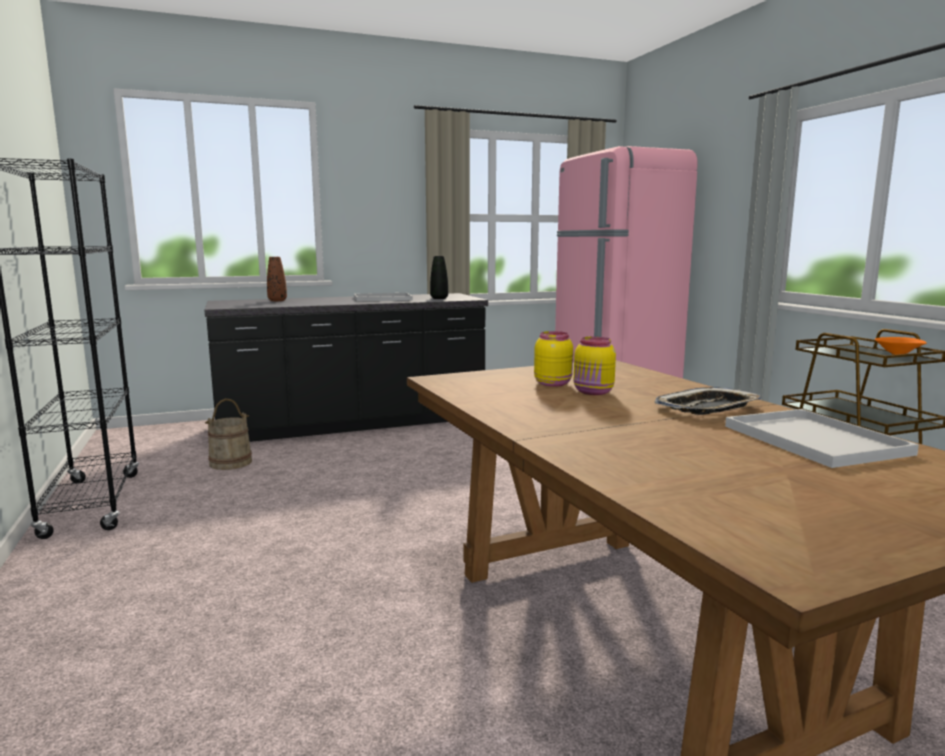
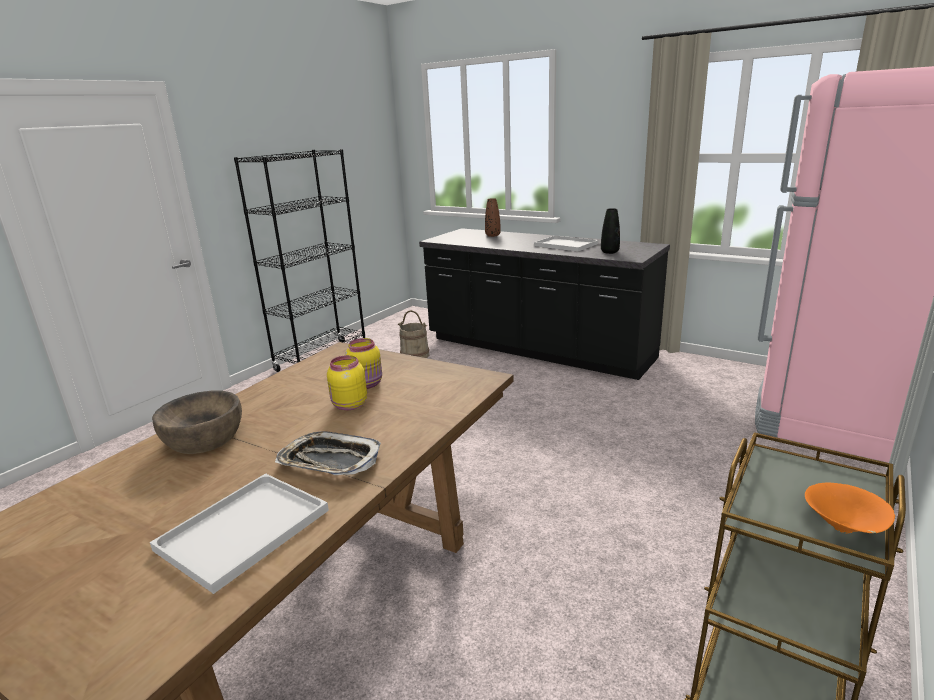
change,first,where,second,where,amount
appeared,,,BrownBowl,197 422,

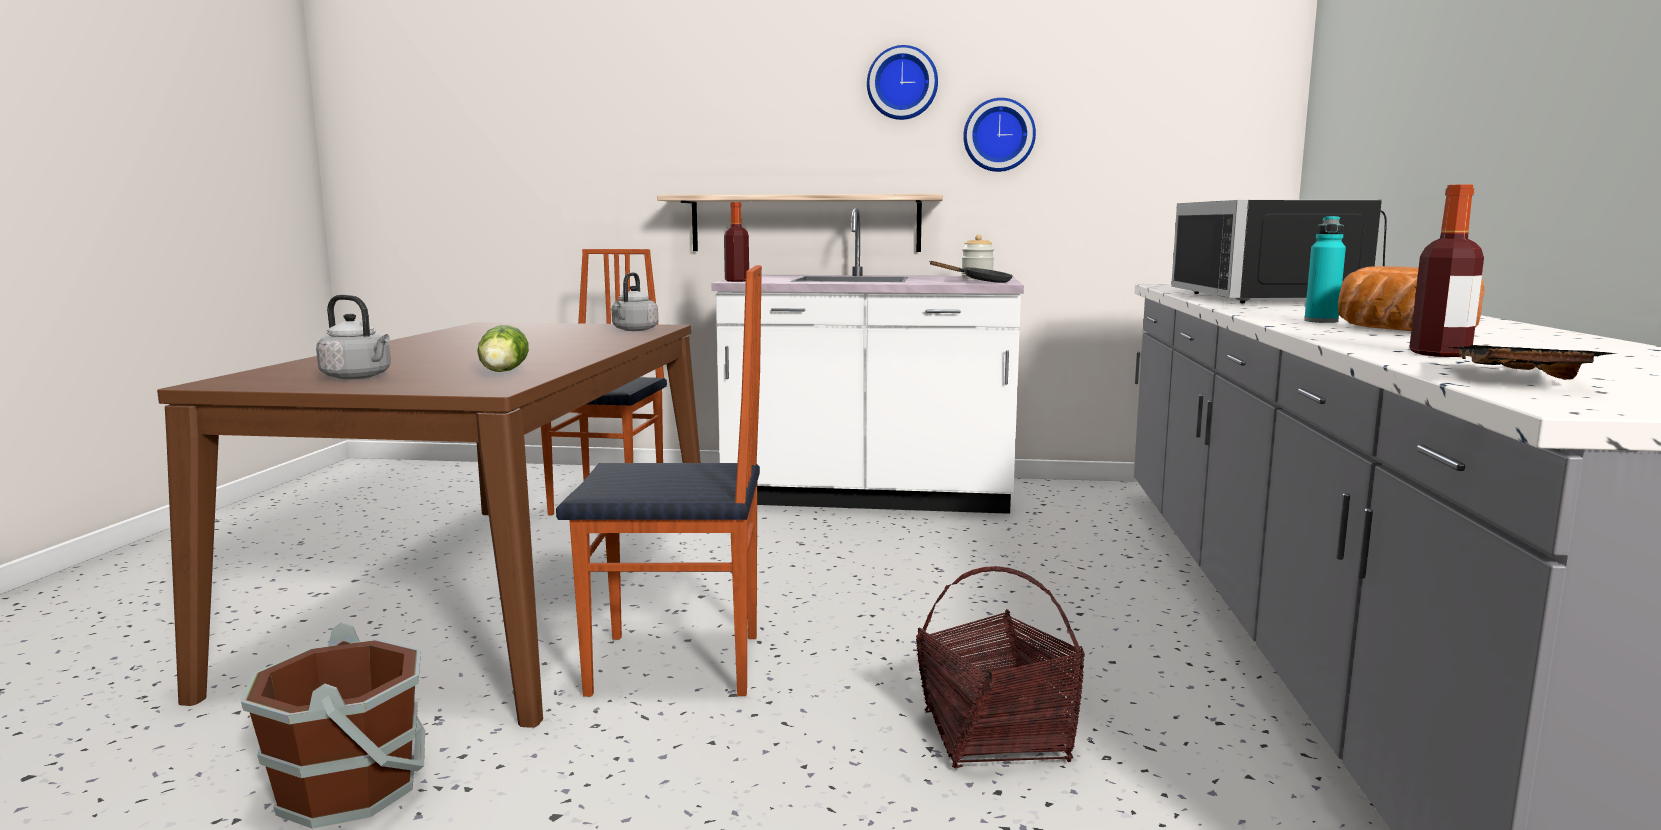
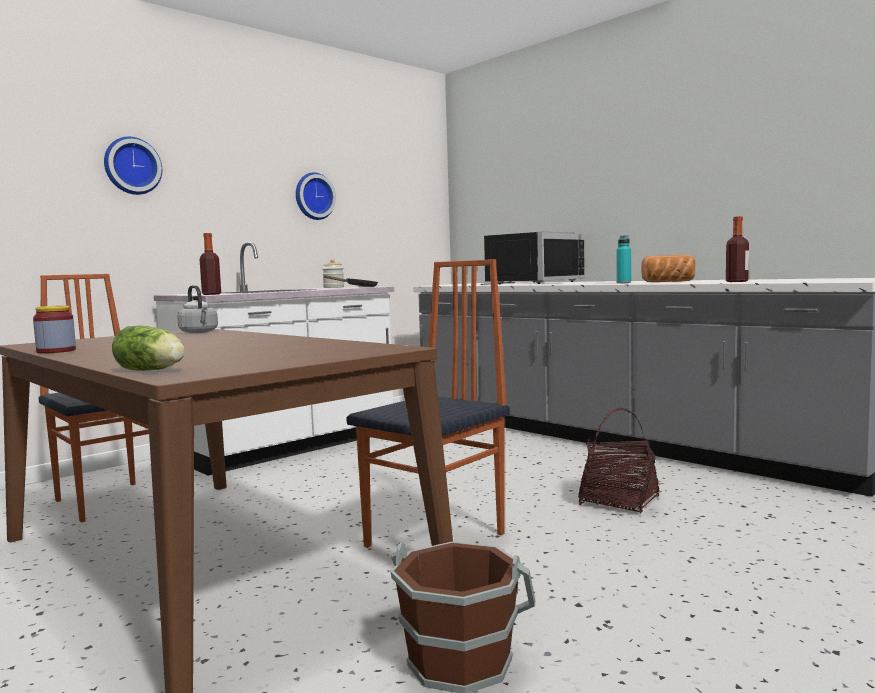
change,first,where,second,where,amount
appeared,,,Jar,54 329,
relocated,WallClock,902 82,,133 166,
relocated,Lettuce,503 348,,148 348,
spun,BlackMicrowave,1279 251,,533 258,90 degrees counterclockwise
missing,GreyKettle,353 337,,,
missing,Shelf,800 223,,,
missing,BlackTray,1531 362,,,

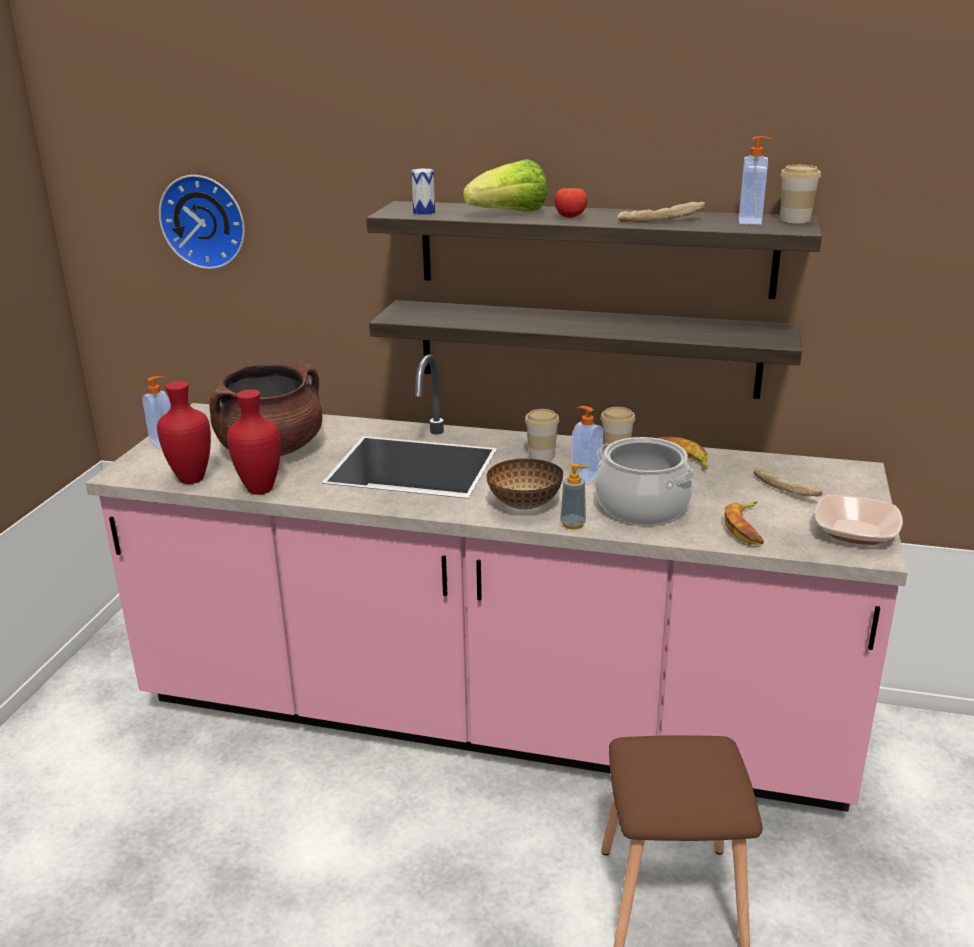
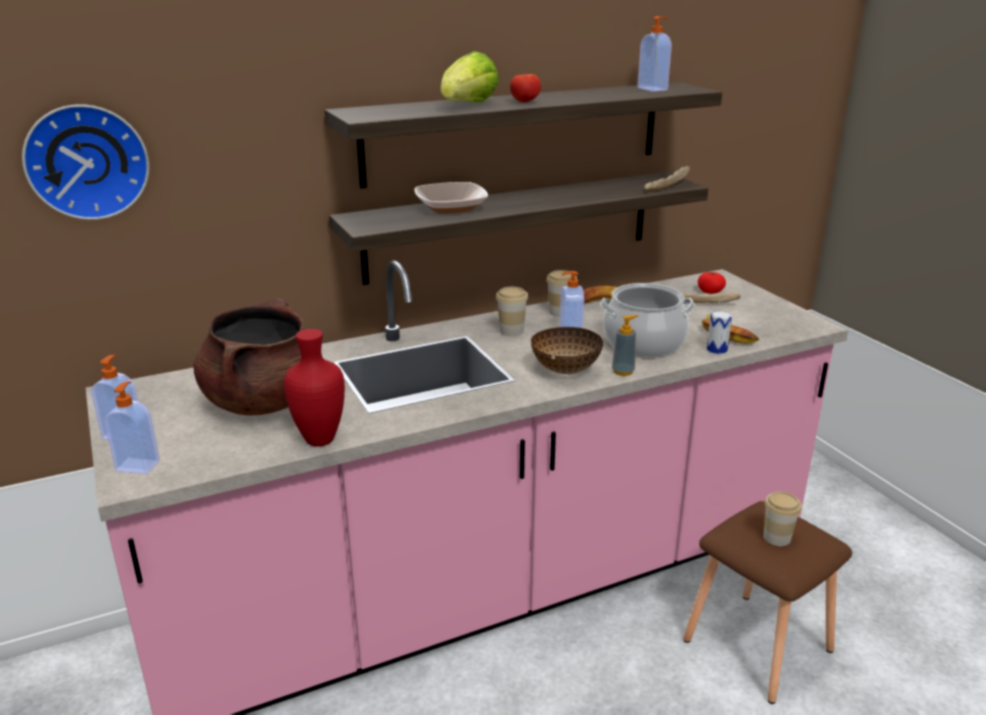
change,first,where,second,where,amount
appeared,,,SoapDispenser,132 428,
relocated,Bowl,859 520,,451 198,
relocated,Bread,661 212,,667 178,
appeared,,,Tomato,712 283,
relocated,Can,423 191,,719 332,
relocated,Cup,800 194,,783 519,
missing,RedVase,184 432,,,

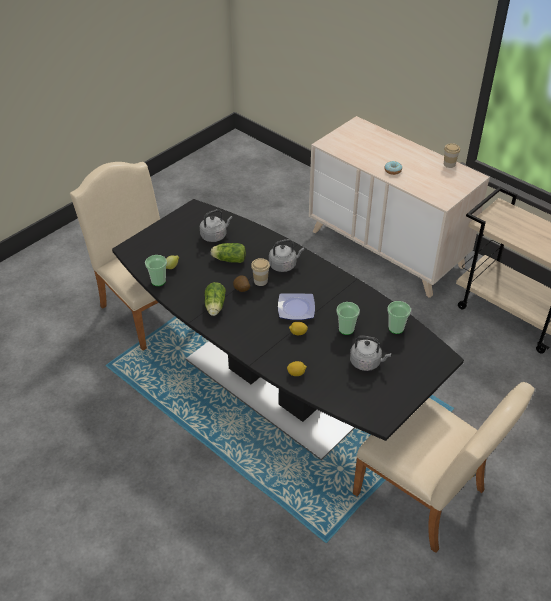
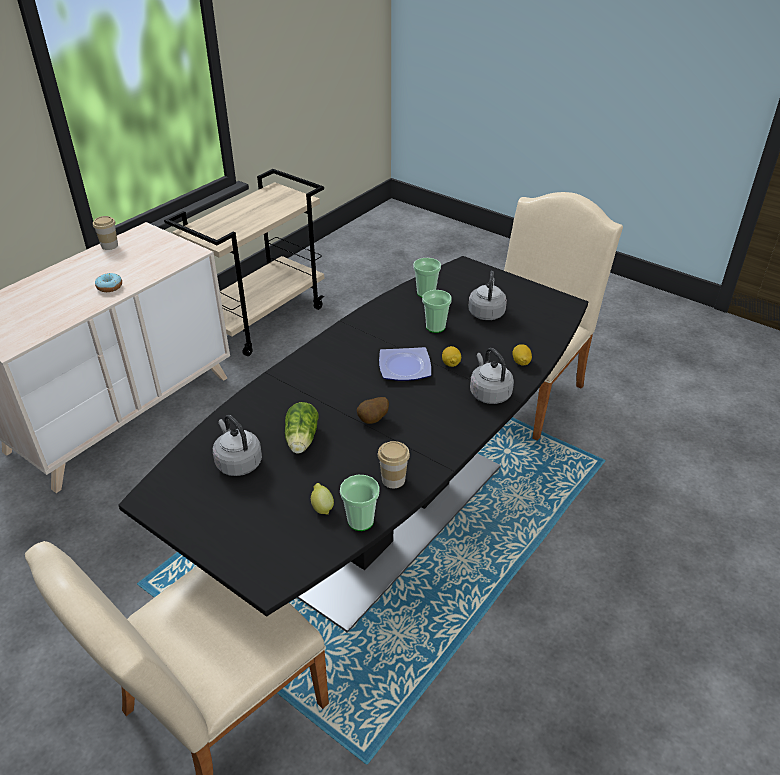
change,first,where,second,where,amount
relocated,Cup,260 272,,394 464,
relocated,GreyKettle,286 255,,492 376,
missing,Lettuce,215 299,,,

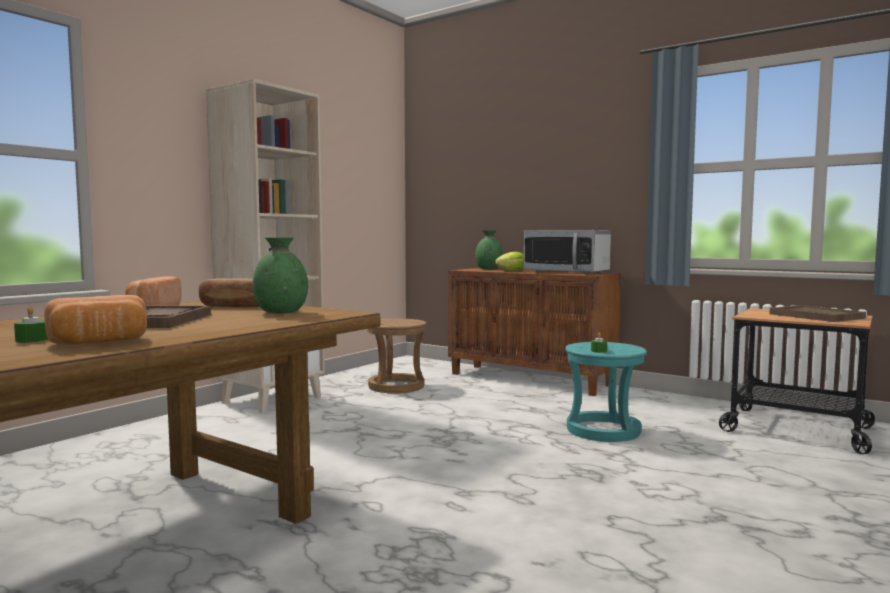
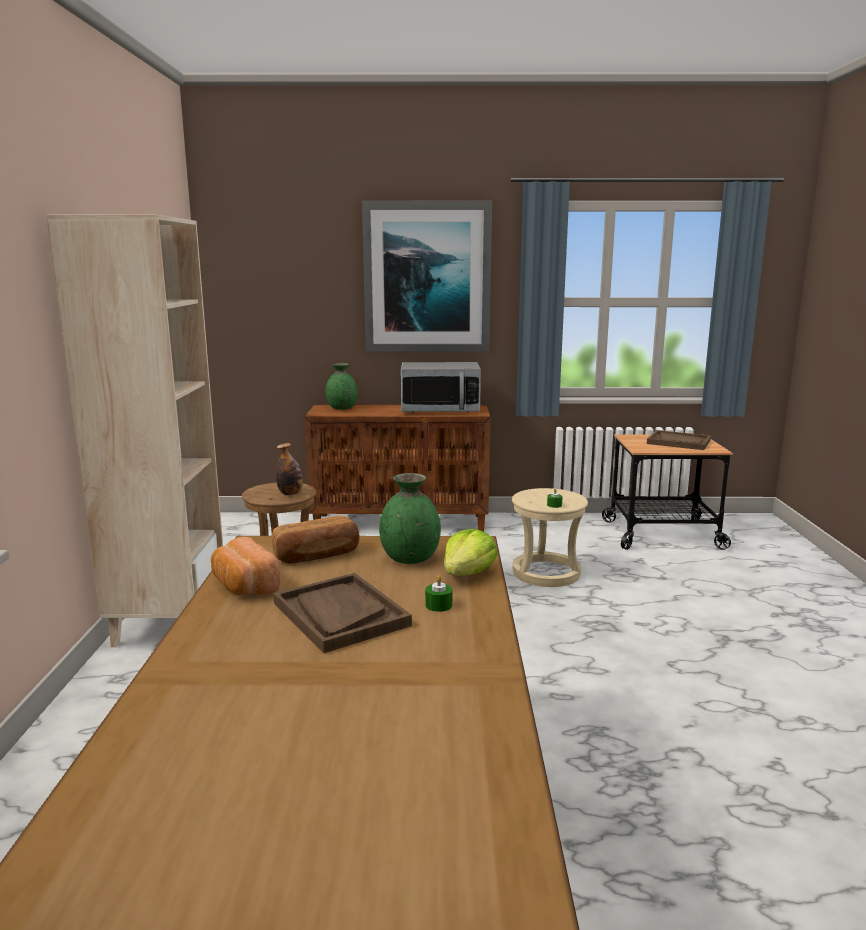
change,first,where,second,where,amount
appeared,,,Bottle,289 469,
appeared,,,Picture,427 276,
relocated,GreenCandle,31 325,,438 593,
relocated,Lettuce,509 261,,470 552,
colour,TurquoiseStool,606 392,BeigeStool,550 537,
missing,Bread,95 320,,,

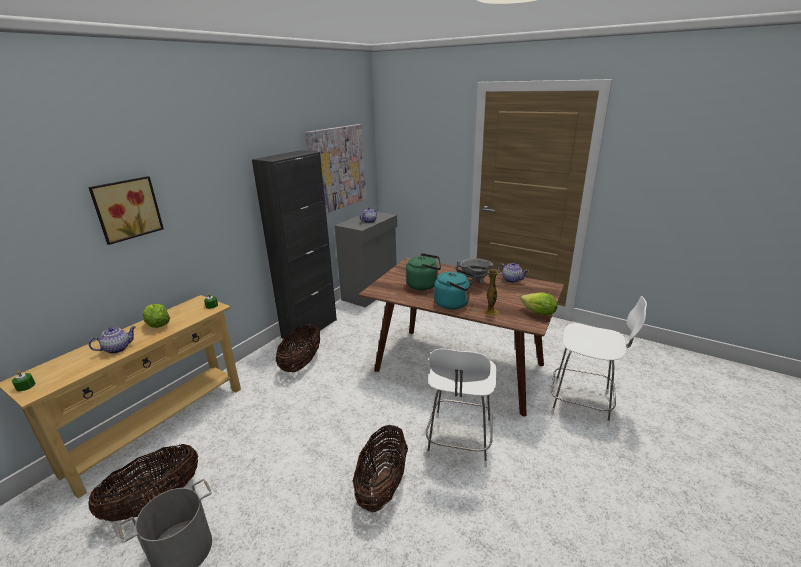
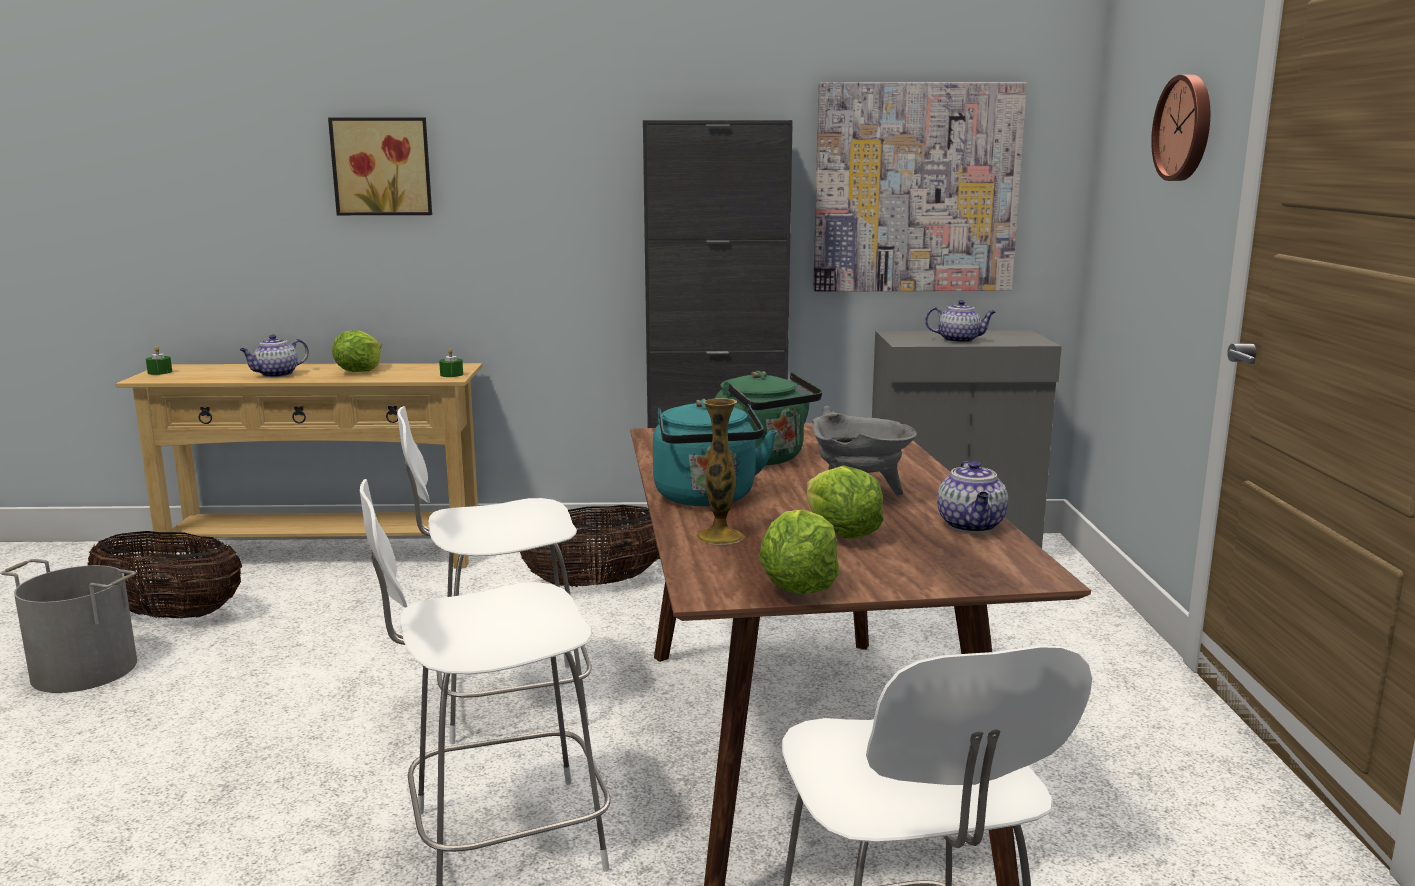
change,first,where,second,where,amount
spun,Teapot,112 340,,274 355,120 degrees clockwise
appeared,,,WhiteChair,494 575,
appeared,,,Lettuce,845 502,
appeared,,,WallClock,1180 128,
missing,Basket,380 468,,,

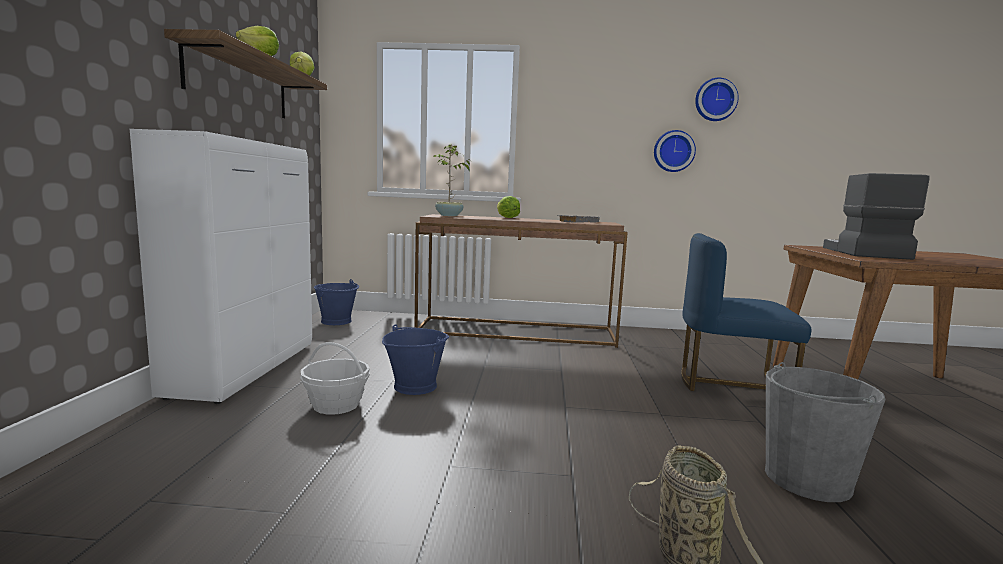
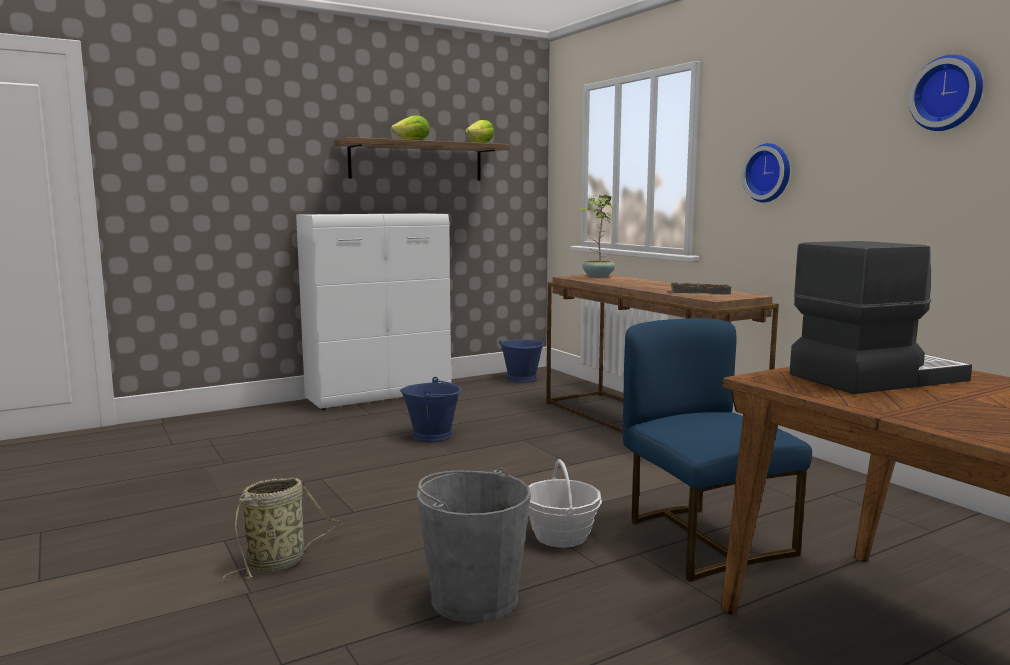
change,first,where,second,where,amount
relocated,Basket,335 378,,565 503,
relocated,WallClock,675 151,,765 172,
missing,Lettuce,508 207,,,

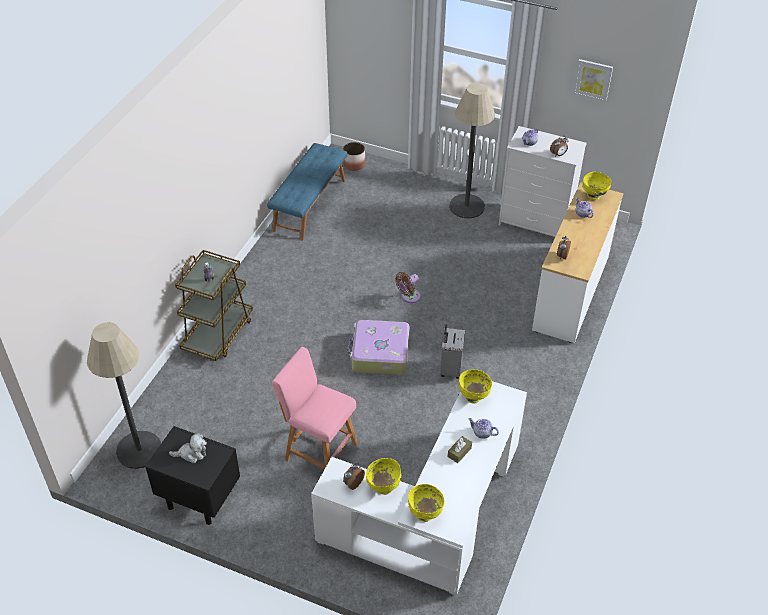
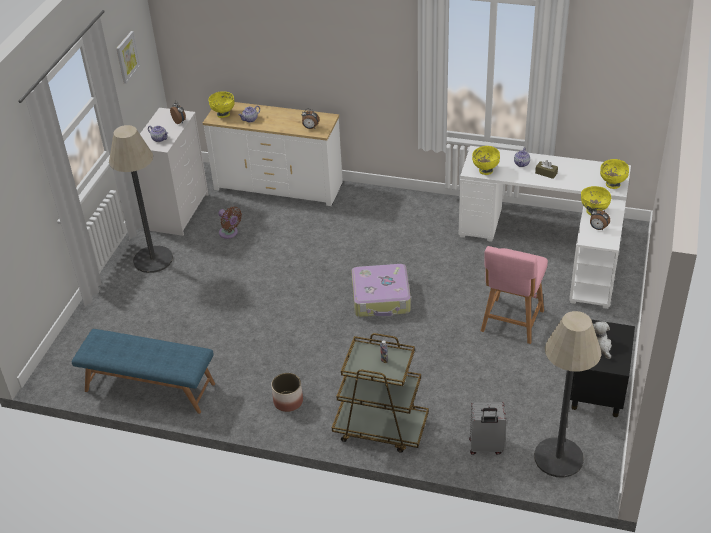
change,first,where,second,where,amount
relocated,BrownFan,407 287,,230 223,
relocated,Planter,354 156,,287 392,
relocated,GreySuitcase,452 352,,487 428,

